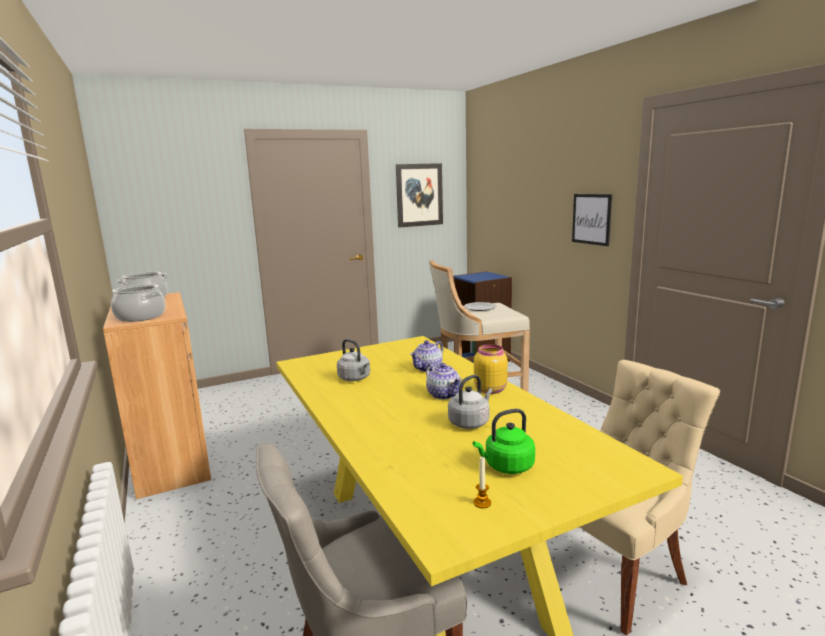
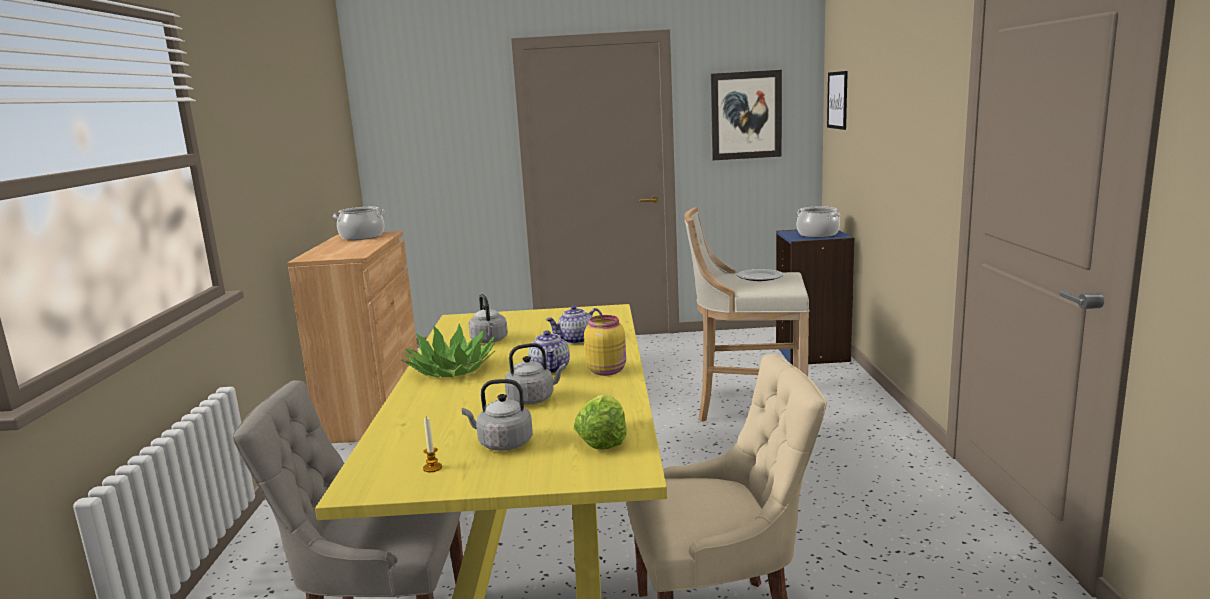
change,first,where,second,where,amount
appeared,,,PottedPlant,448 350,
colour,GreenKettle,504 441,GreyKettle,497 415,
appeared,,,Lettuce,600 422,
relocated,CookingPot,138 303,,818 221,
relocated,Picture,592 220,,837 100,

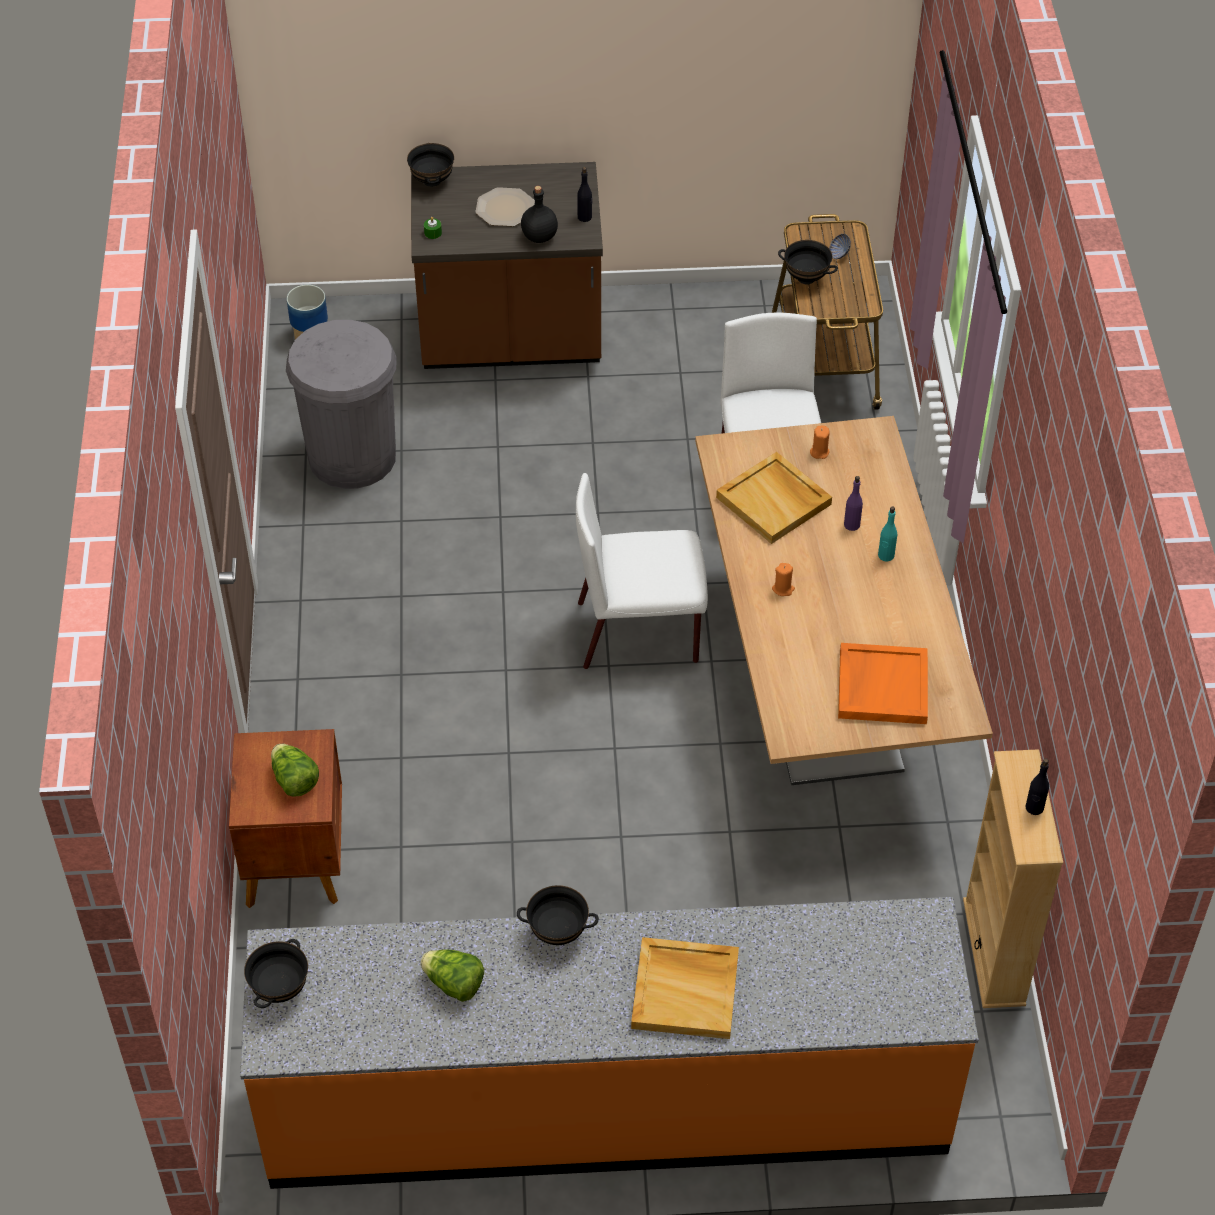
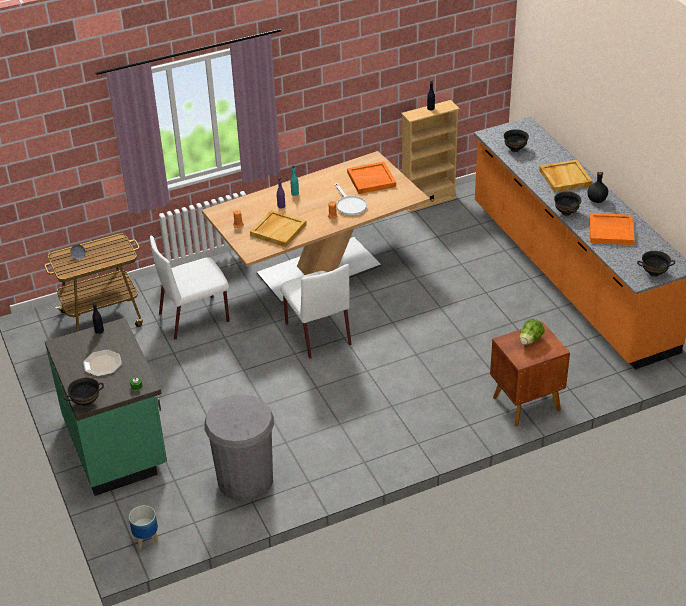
change,first,where,second,where,amount
colour,BrownCounter,507 265,GreenCounter,106 407,
appeared,,,WhiteFryingPan,351 199,
relocated,BlackBowl,808 262,,516 140,
relocated,BlackBottle,539 214,,597 186,
exchanged,Lettuce,452 976,OrangeTray,612 229,

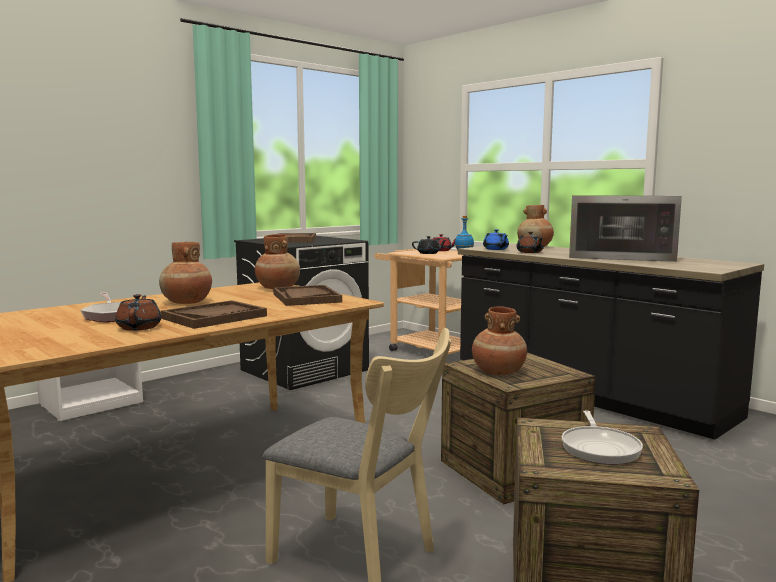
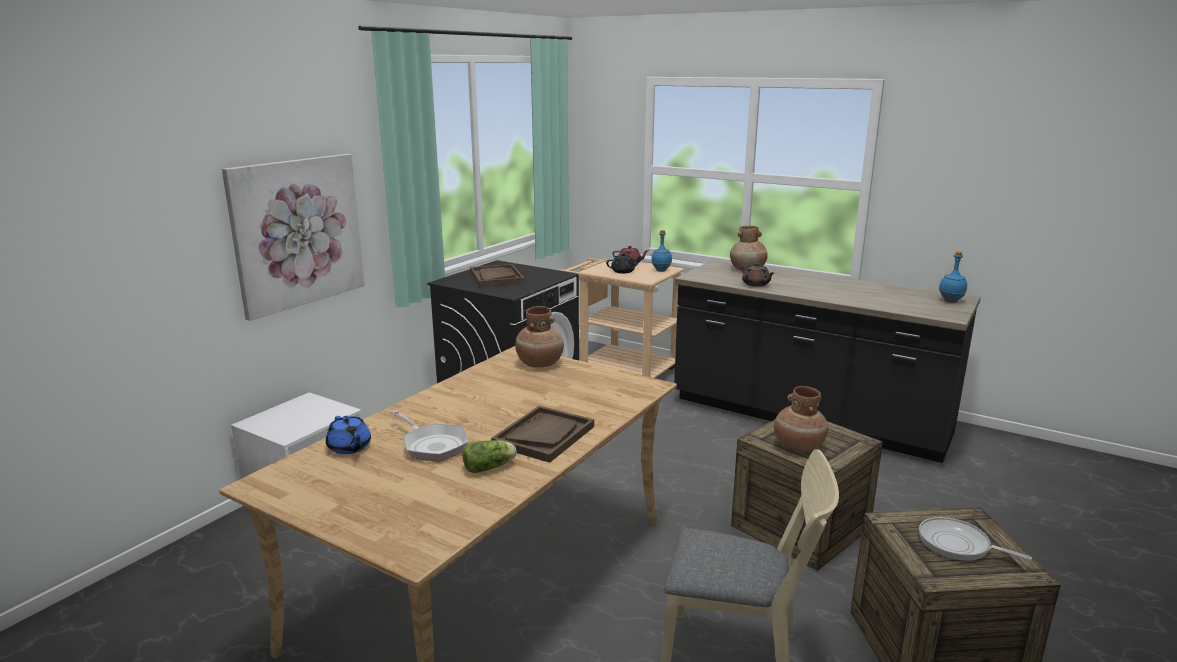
change,first,where,second,where,amount
appeared,,,Picture,293 237,
relocated,BlueTeapot,496 239,,348 435,
exchanged,BrownTeapot,138 312,Lettuce,490 456,
spun,FryingPan,602 437,,975 539,135 degrees clockwise
appeared,,,BlueBottle,953 277,
missing,BrownVase,185 273,,,
missing,BrownTray,307 295,,,
missing,Microwave,625 228,,,

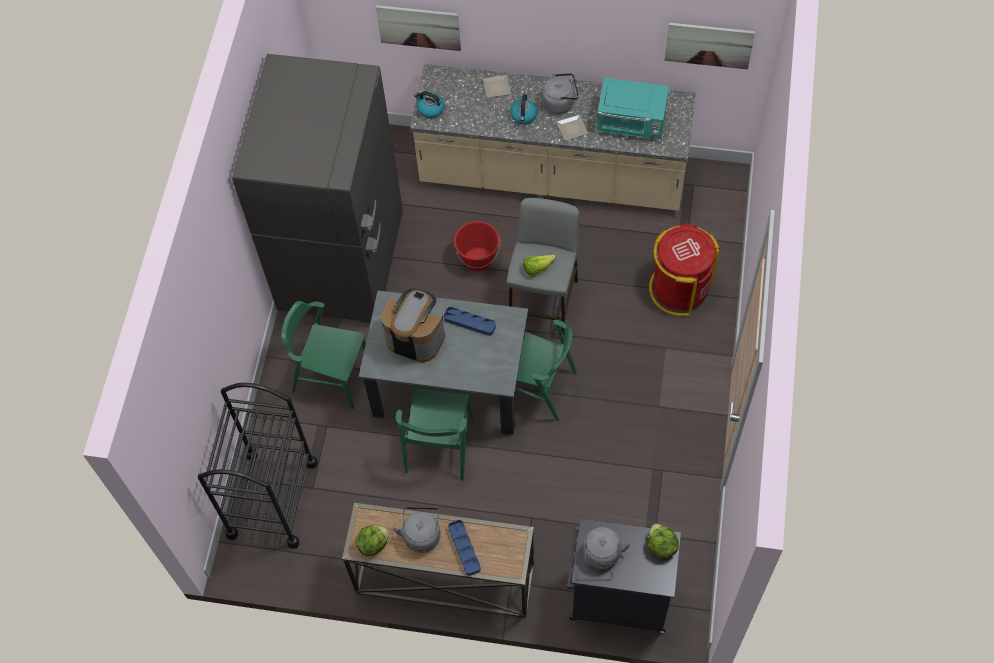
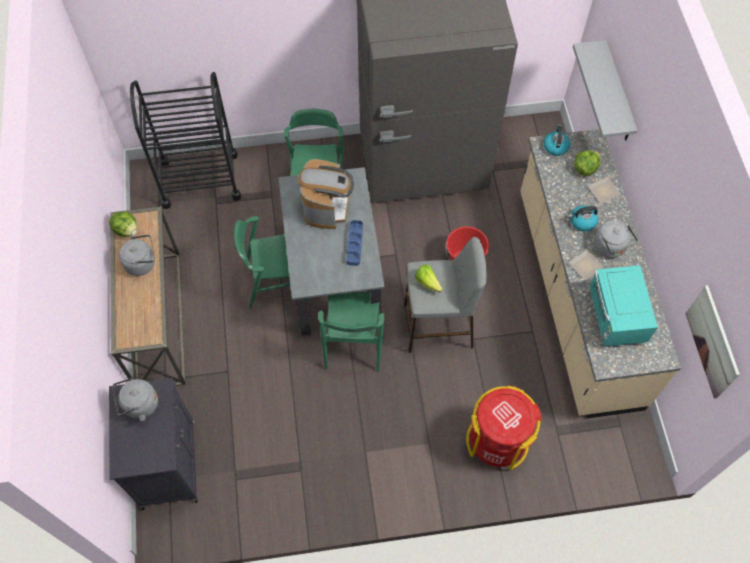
change,first,where,second,where,amount
exchanged,Picture,418 28,GreyShelf,605 90,
relocated,Lettuce,663 541,,587 163,
missing,BlueTray,464 548,,,

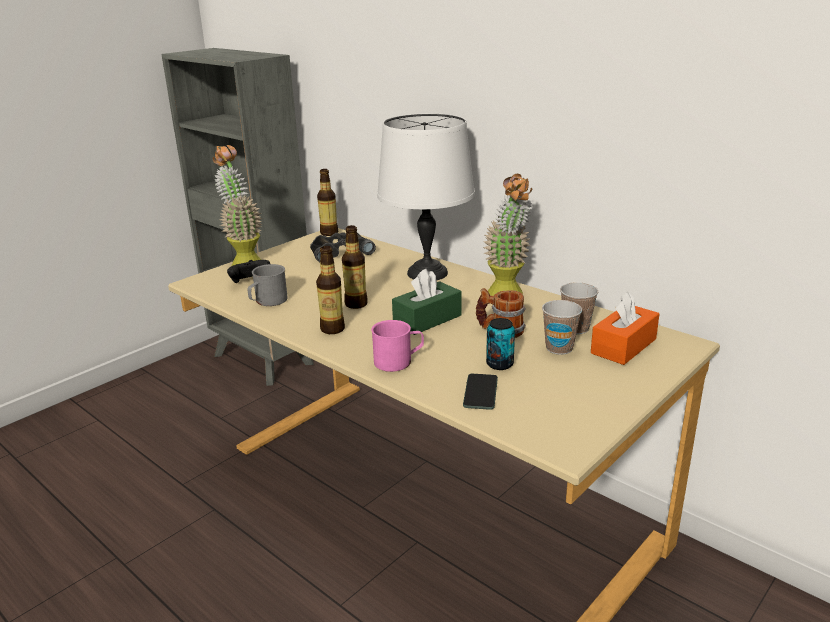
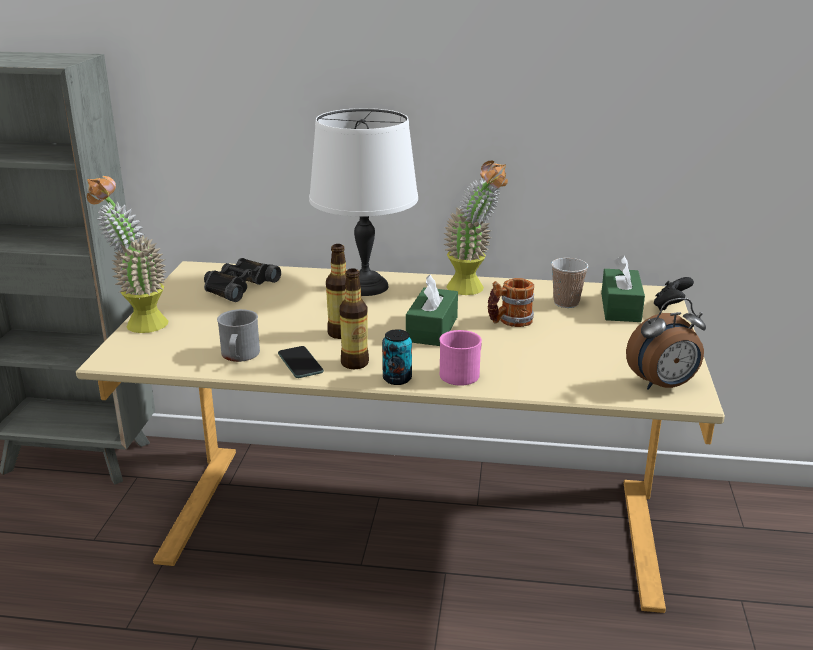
change,first,where,second,where,amount
relocated,Phone,480 392,,301 362,
relocated,Can,500 344,,397 357,
colour,OrangeTissueBox,625 328,GreenTissueBox,623 288,
appeared,,,AlarmClock,666 344,
relocated,BlackGameController,248 271,,674 294,
missing,Bottle,327 202,,,
missing,Cup,562 327,,,

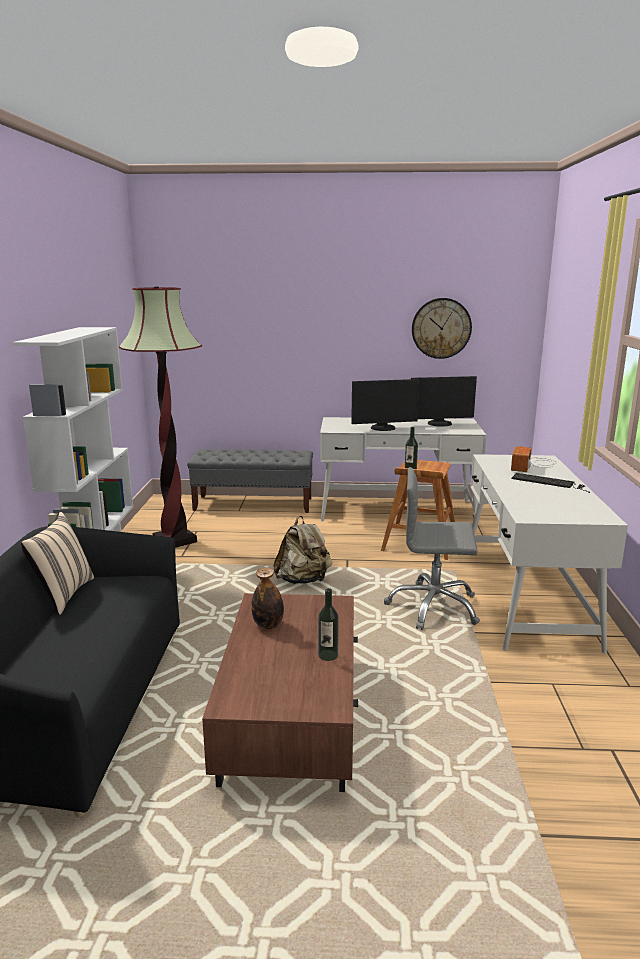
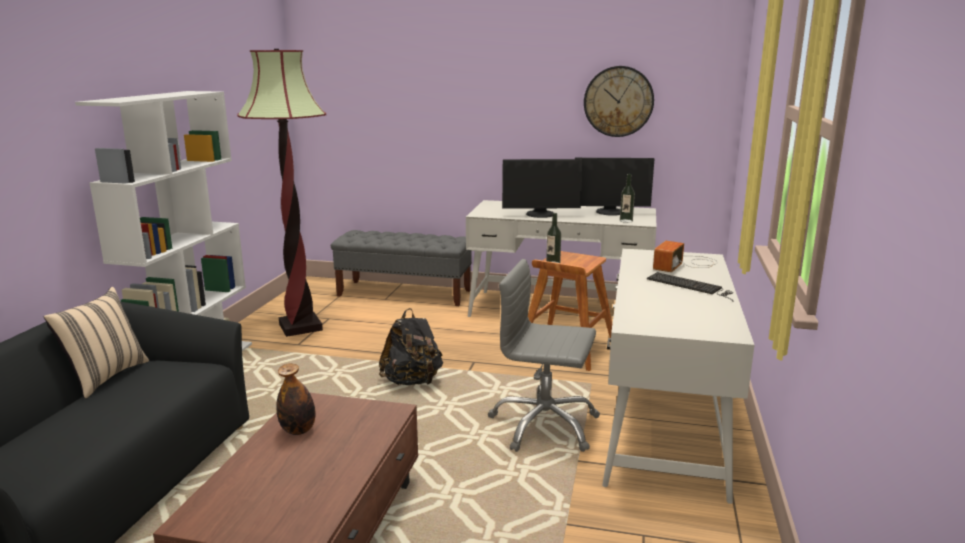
change,first,where,second,where,amount
colour,BeigeBackpack,302 550,BlackBackpack,411 346,
relocated,Bottle,328 624,,627 198,

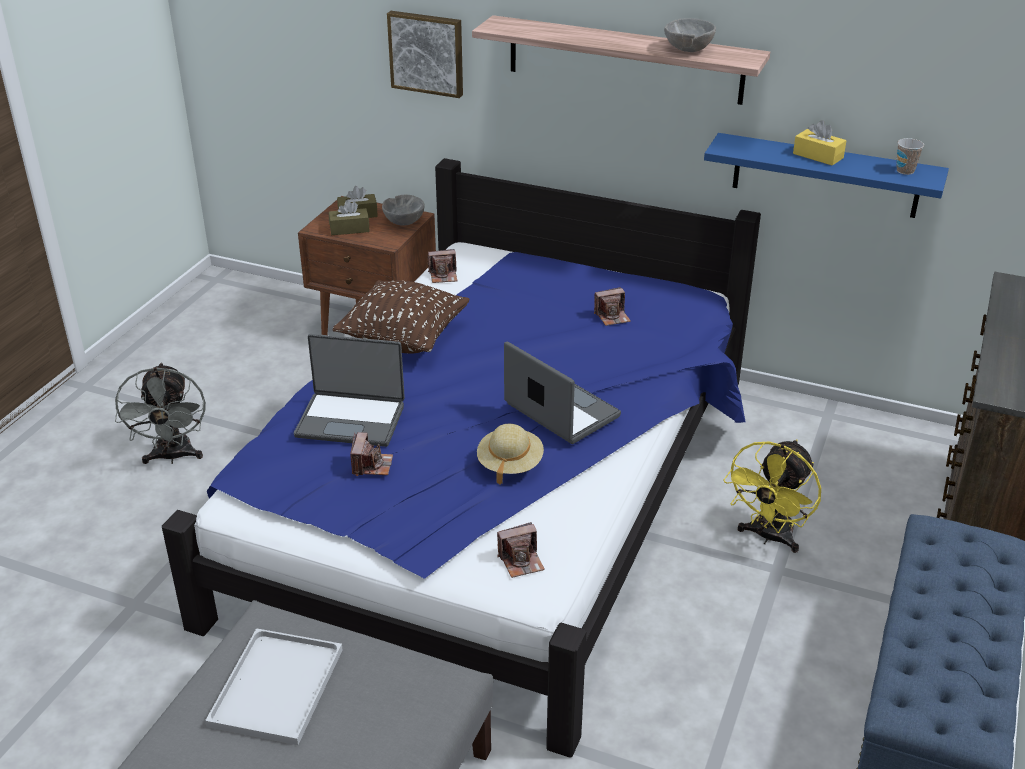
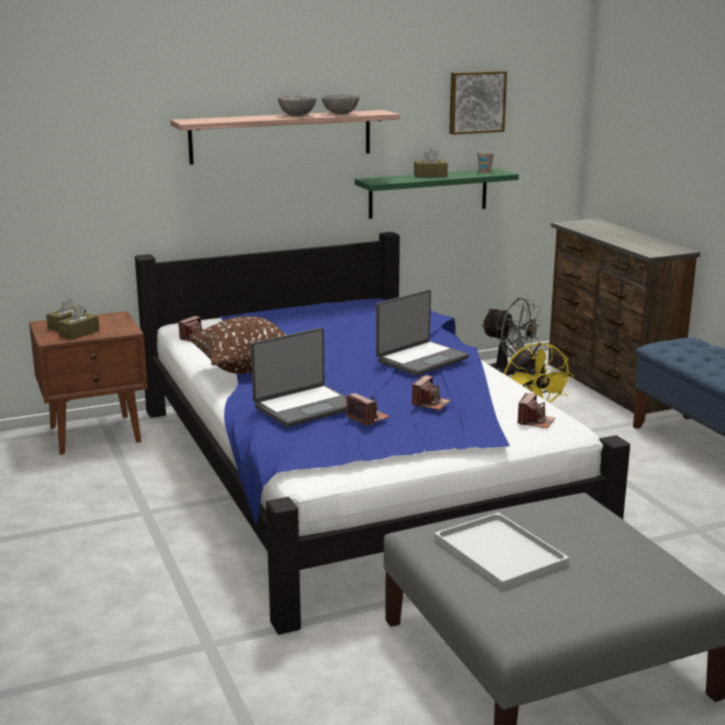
change,first,where,second,where,amount
relocated,GreyBowl,403 210,,297 105,
colour,BlueShelf,826 175,GreenShelf,437 194,
spun,Laptop,562 393,,422 332,135 degrees clockwise
relocated,PhotoCamera,612 306,,431 392,
colour,YellowTissueBox,820 142,BrownTissueBox,431 163,
relocated,Picture,425 54,,478 103,
relocated,GreyFan,160 413,,511 337,
missing,BeigeHat,510 454,,,

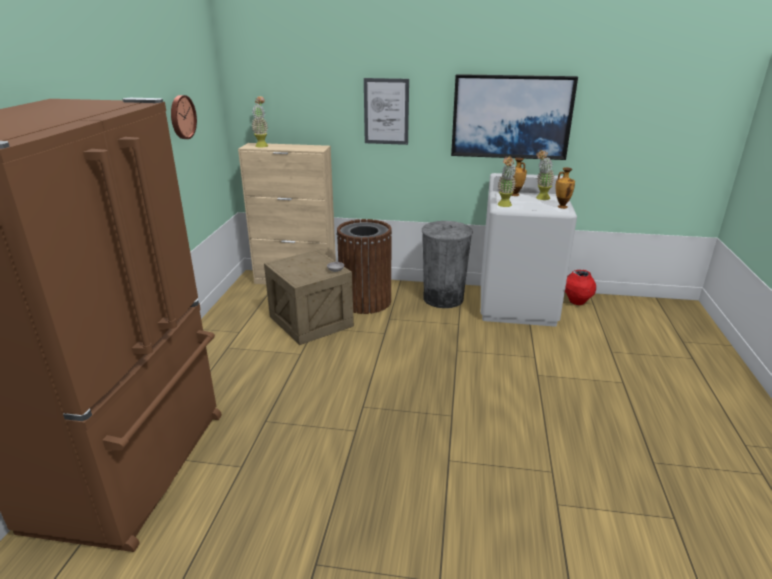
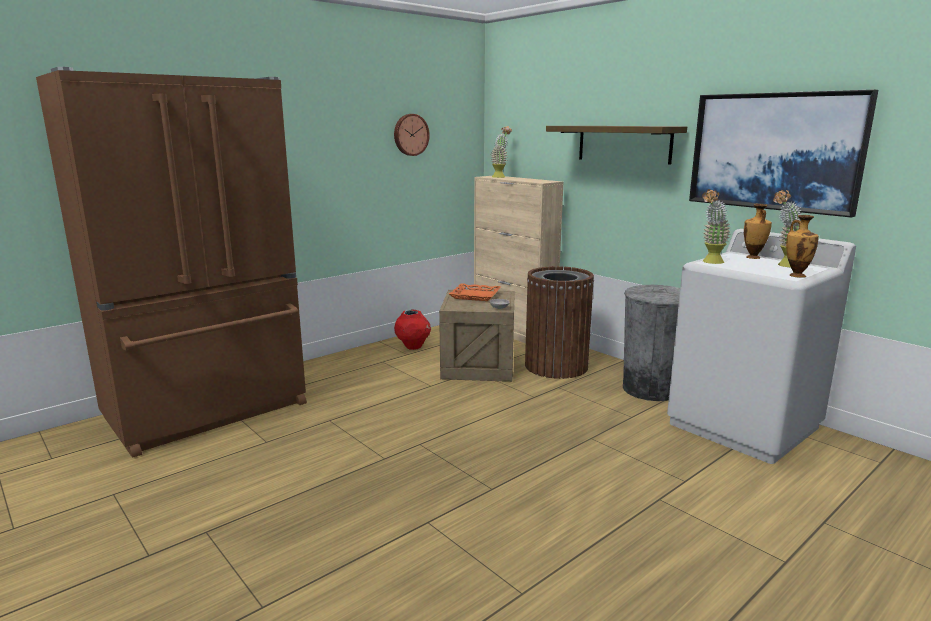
change,first,where,second,where,amount
relocated,RedVase,580 287,,412 329,
appeared,,,OrangeTray,475 292,
exchanged,Picture,386 111,Shelf,616 145,

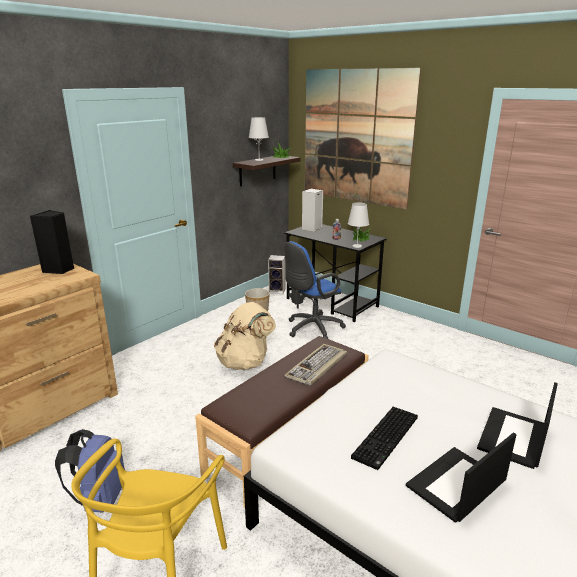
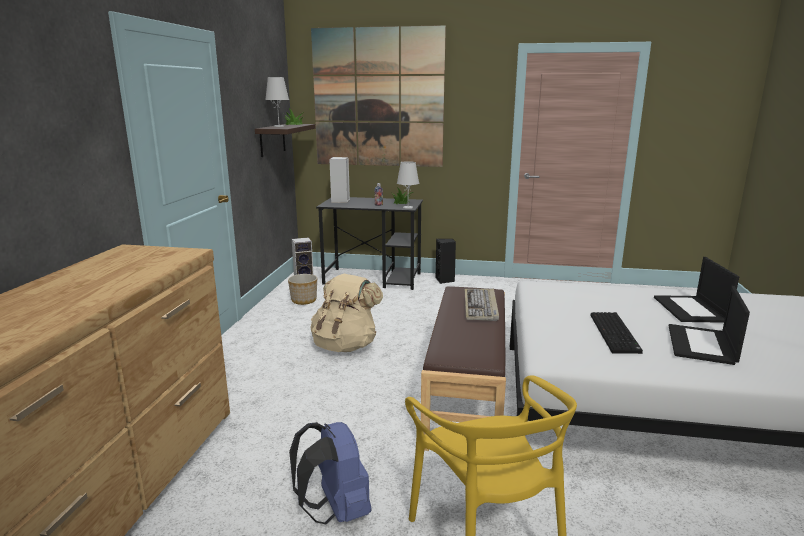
change,first,where,second,where,amount
relocated,BlackSpeaker,52 242,,446 261,
missing,BlueOfficeChair,315 290,,,

